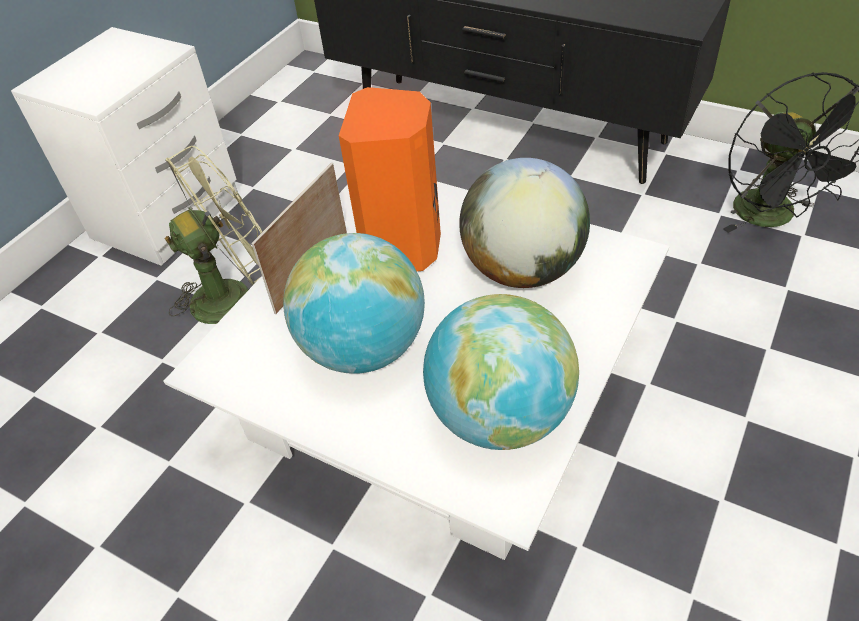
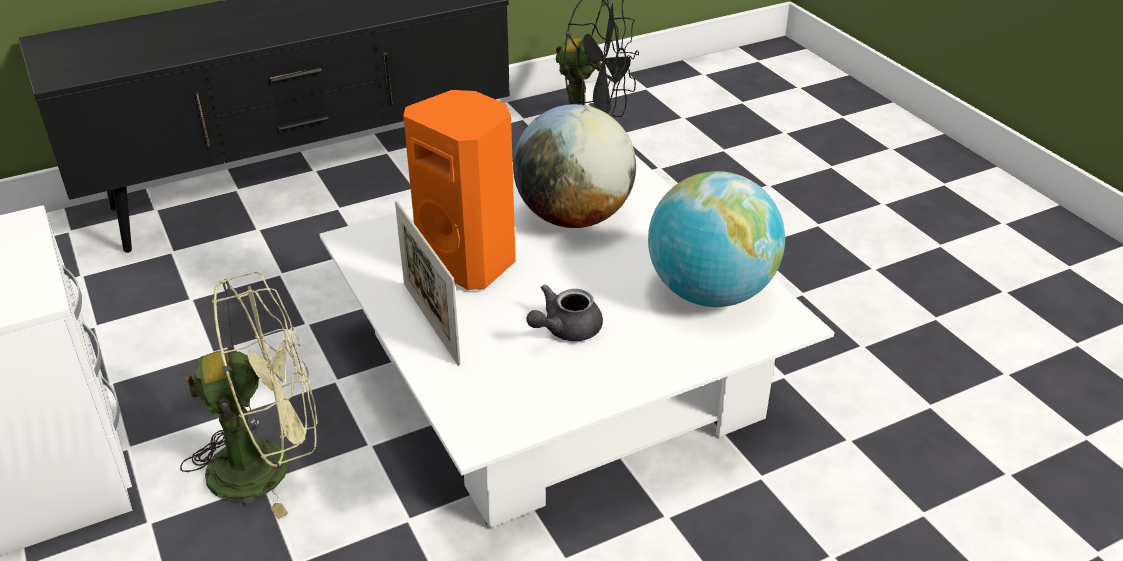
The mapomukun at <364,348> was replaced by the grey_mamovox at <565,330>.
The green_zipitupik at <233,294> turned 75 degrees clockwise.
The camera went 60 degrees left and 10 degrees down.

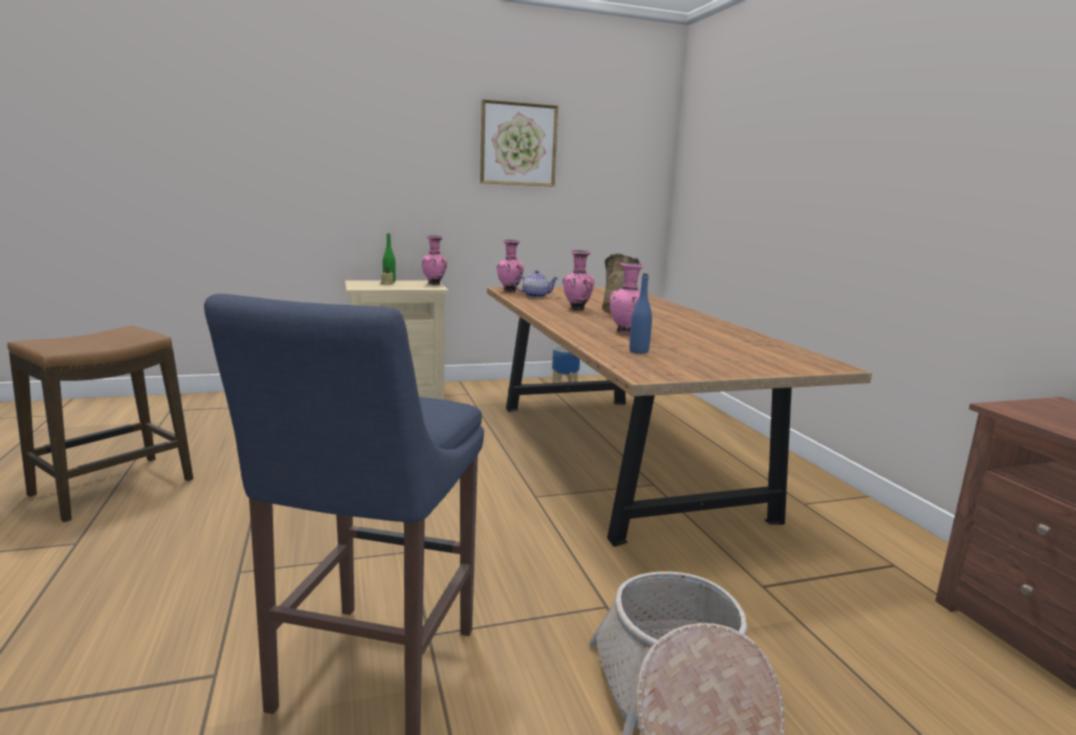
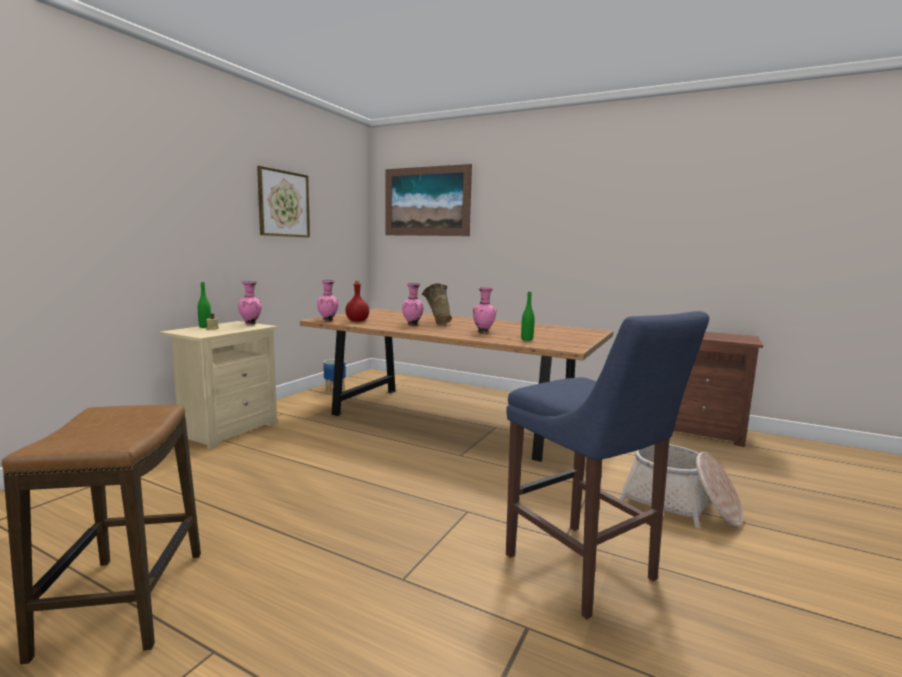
The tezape at <426,201> appeared.
The mamovox at <535,296> was replaced by the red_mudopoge at <357,321>.
The blue_mudopoge at <638,351> became the green_mudopoge at <527,339>.
The camera went 45 degrees left and 5 degrees down.

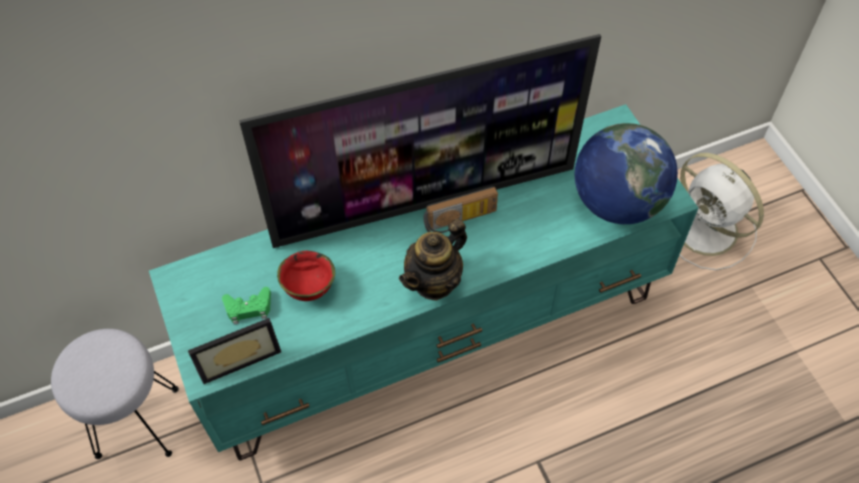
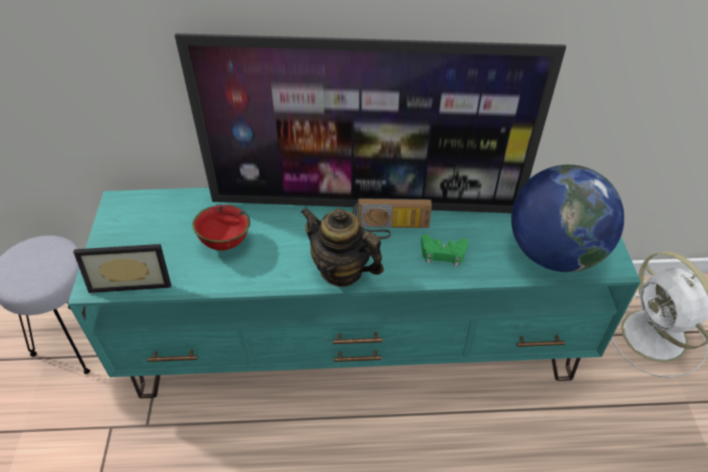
The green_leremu moved from <248,308> to <443,253>.
The mamovox at <434,281> turned 60 degrees clockwise.
The camera went 20 degrees right and 10 degrees down.

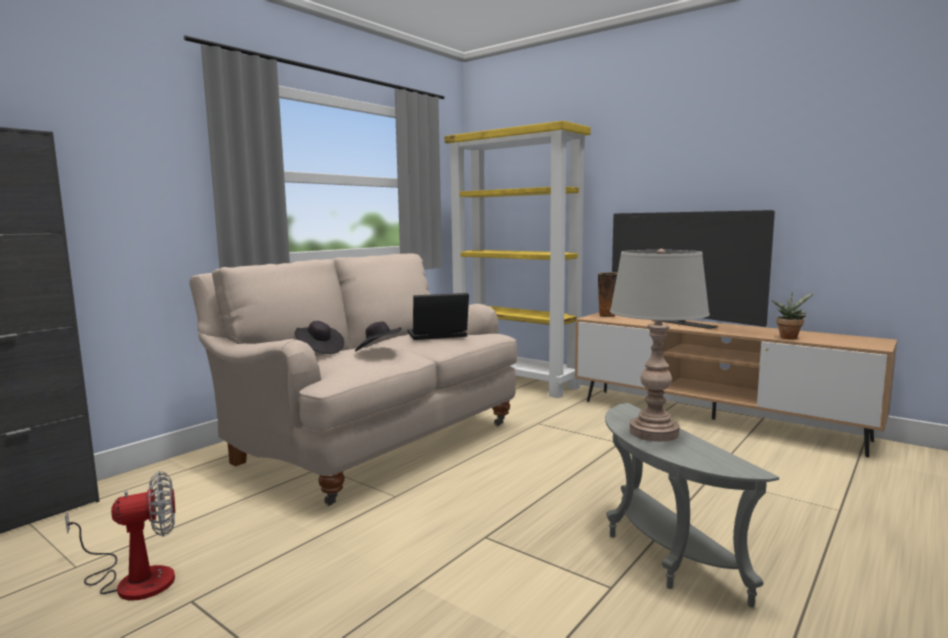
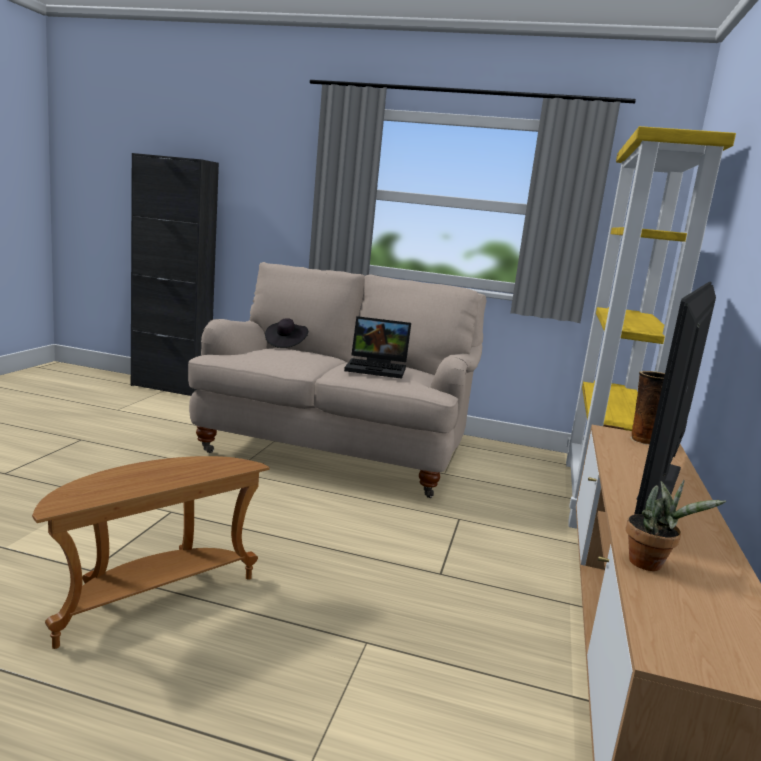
The zipitupik at <134,579> disappeared.
The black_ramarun at <378,351> disappeared.
The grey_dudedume at <653,432> disappeared.
The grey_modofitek at <661,554> became the brown_modofitek at <151,597>.
The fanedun at <436,336> turned 135 degrees clockwise.
The camera went 65 degrees right and 5 degrees up.

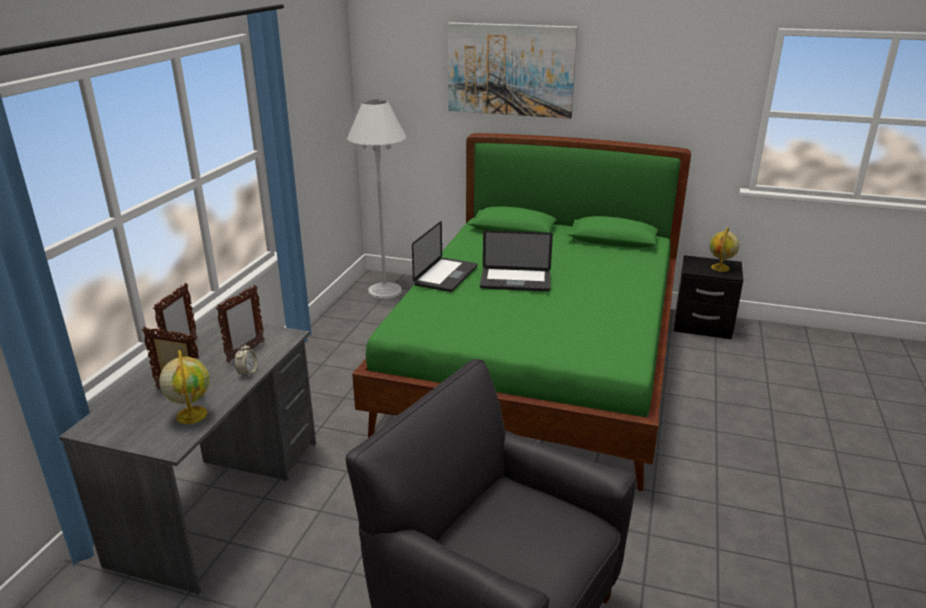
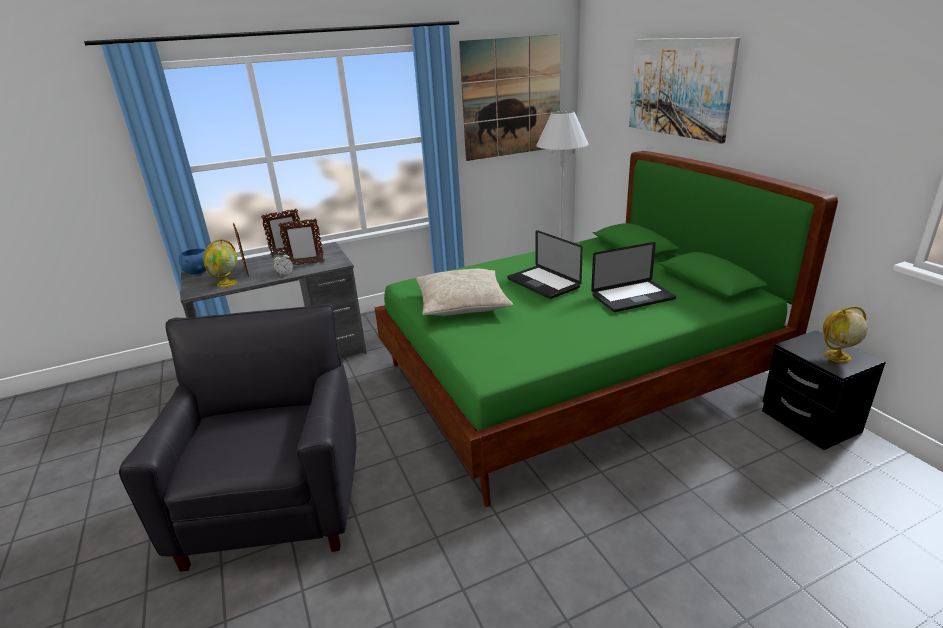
The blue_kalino at <198,272> appeared.
The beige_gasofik at <462,303> appeared.
The tezape at <512,98> appeared.
The fanedun moved from <446,276> to <633,297>.
The camera went 50 degrees right and 0 degrees up.

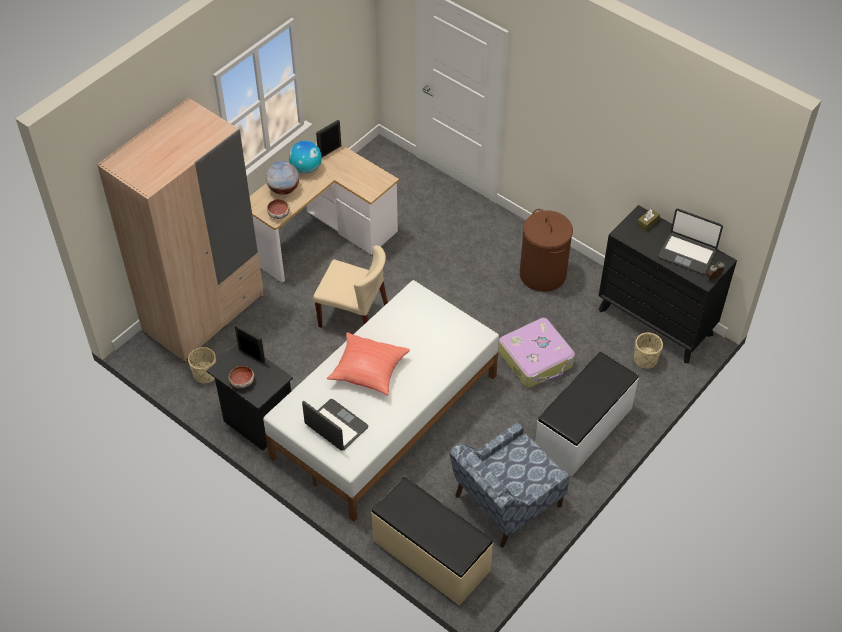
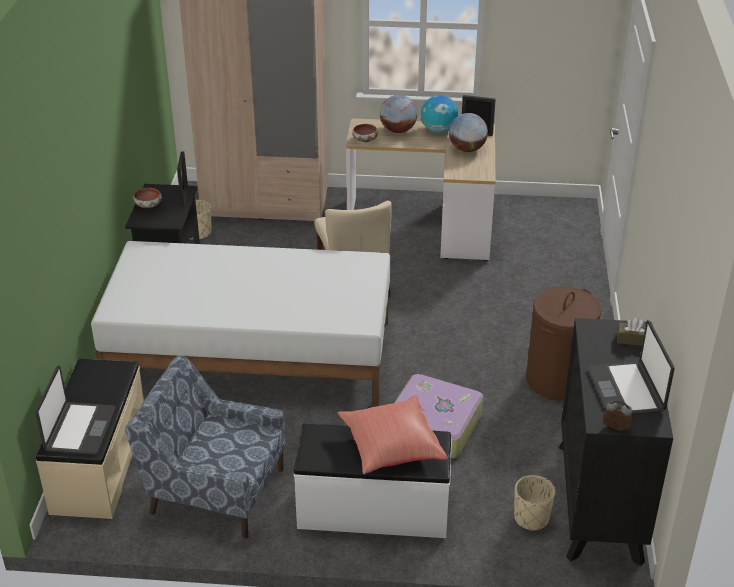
The mapomukun at <467,149> appeared.
The fanedun moved from <336,426> to <79,429>.
The red_gasofik moved from <368,371> to <390,448>.
The camera went 55 degrees right and 15 degrees down.

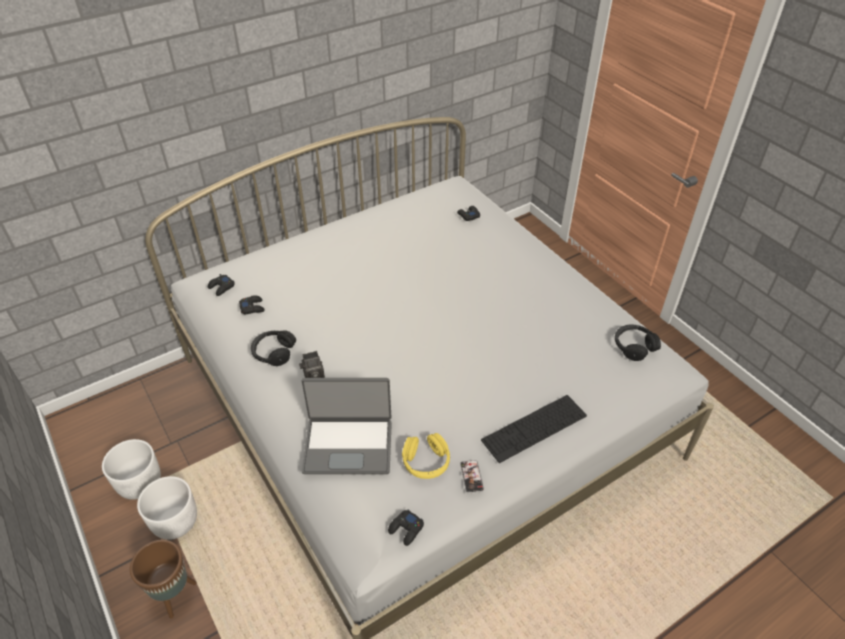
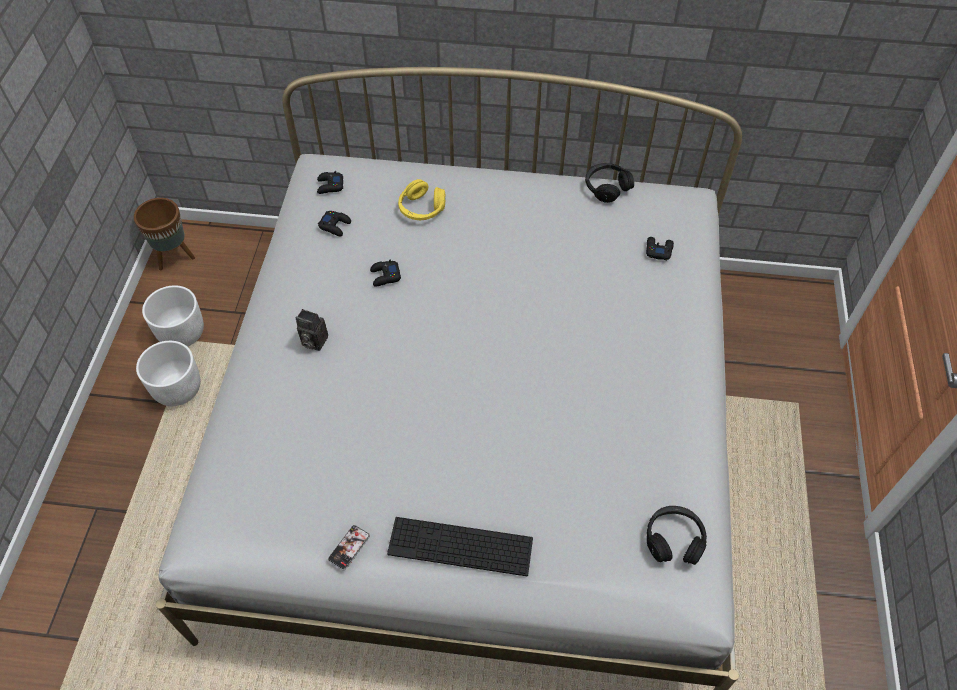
The fanedun at <348,445> disappeared.
The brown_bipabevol moved from <174,595> to <175,257>.
The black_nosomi moved from <273,352> to <607,187>.
The black_leremu moved from <406,529> to <385,276>.
The yellow_nosomi moved from <426,462> to <421,208>.
The camera went 40 degrees right and 10 degrees up.

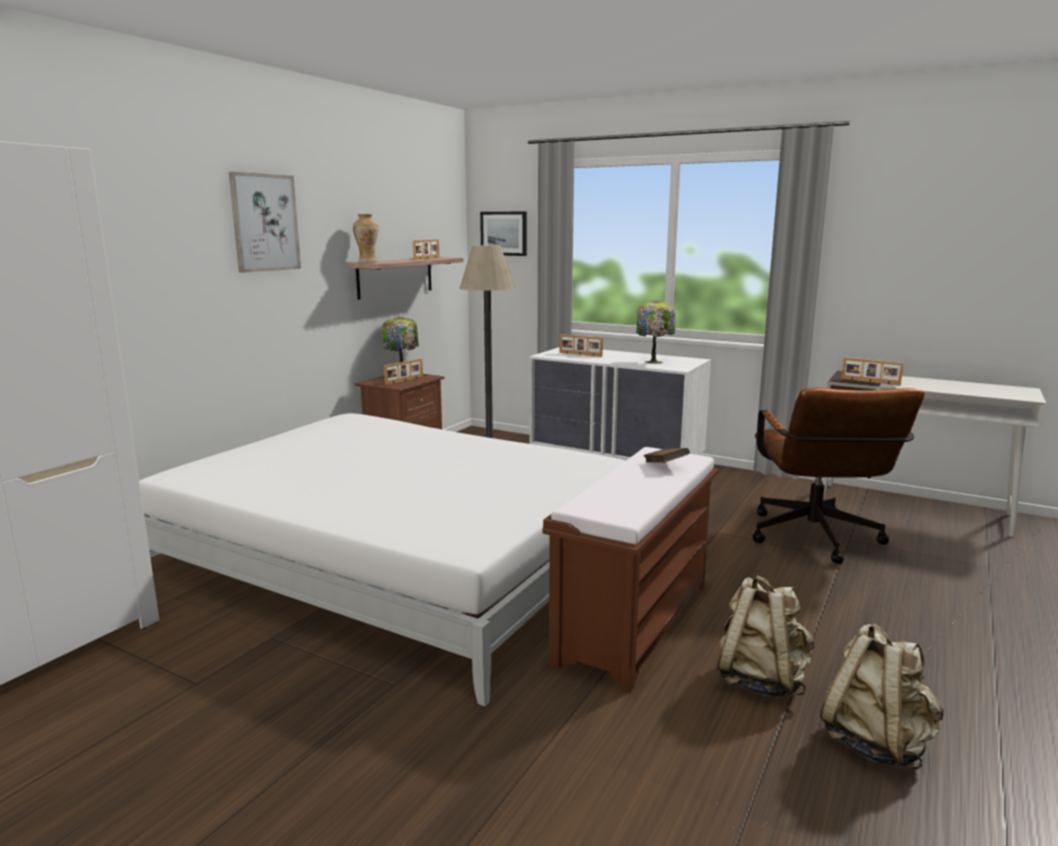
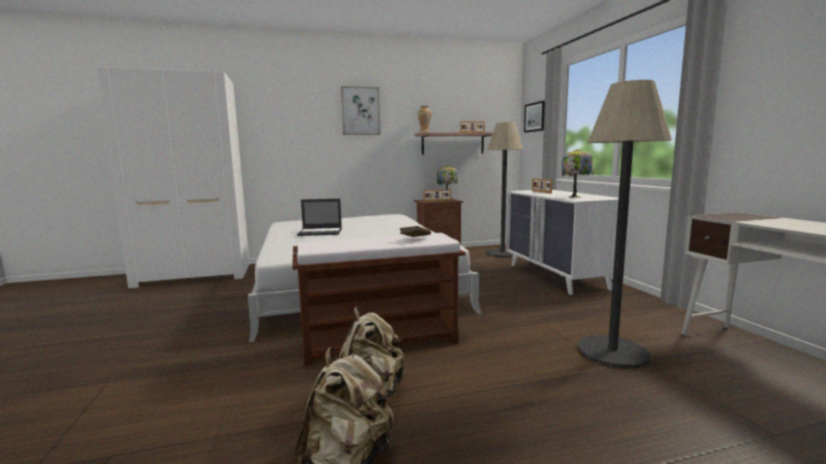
The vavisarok at <870,382> disappeared.
The fanedun at <321,232> appeared.
The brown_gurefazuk at <816,541> was replaced by the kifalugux at <612,352>.
The camera went 45 degrees right and 5 degrees down.

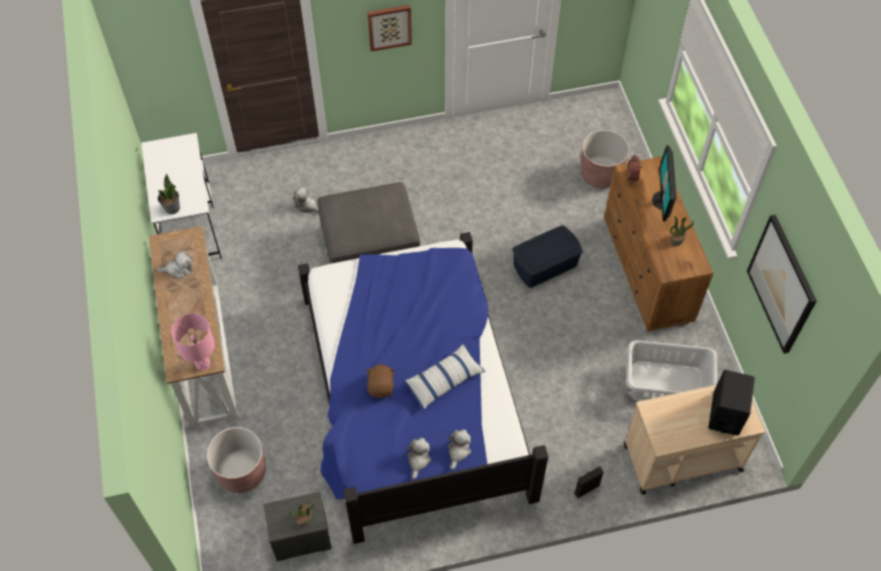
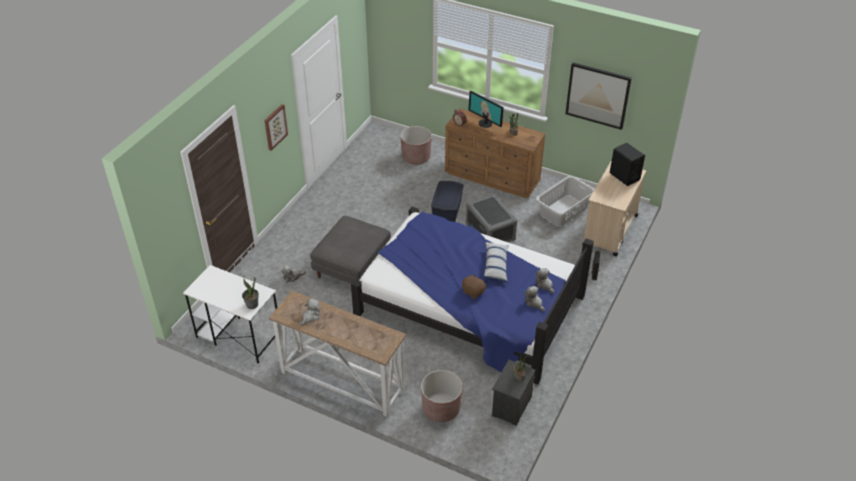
The pink_dudedume at <203,364> disappeared.
The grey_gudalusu at <490,231> appeared.
The camera went 50 degrees left and 15 degrees down.

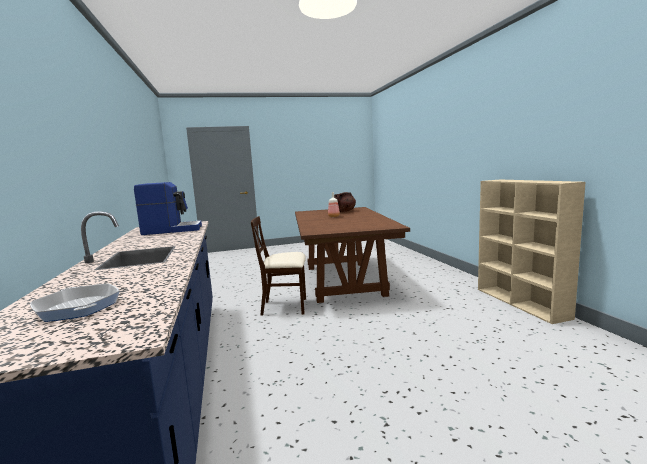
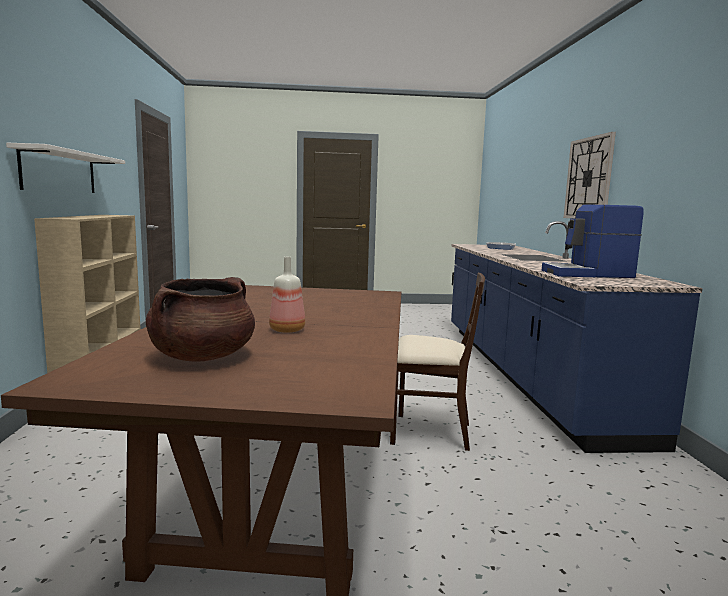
The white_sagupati at <60,172> appeared.
The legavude at <589,178> appeared.
The camera went 170 degrees left and 0 degrees up.

